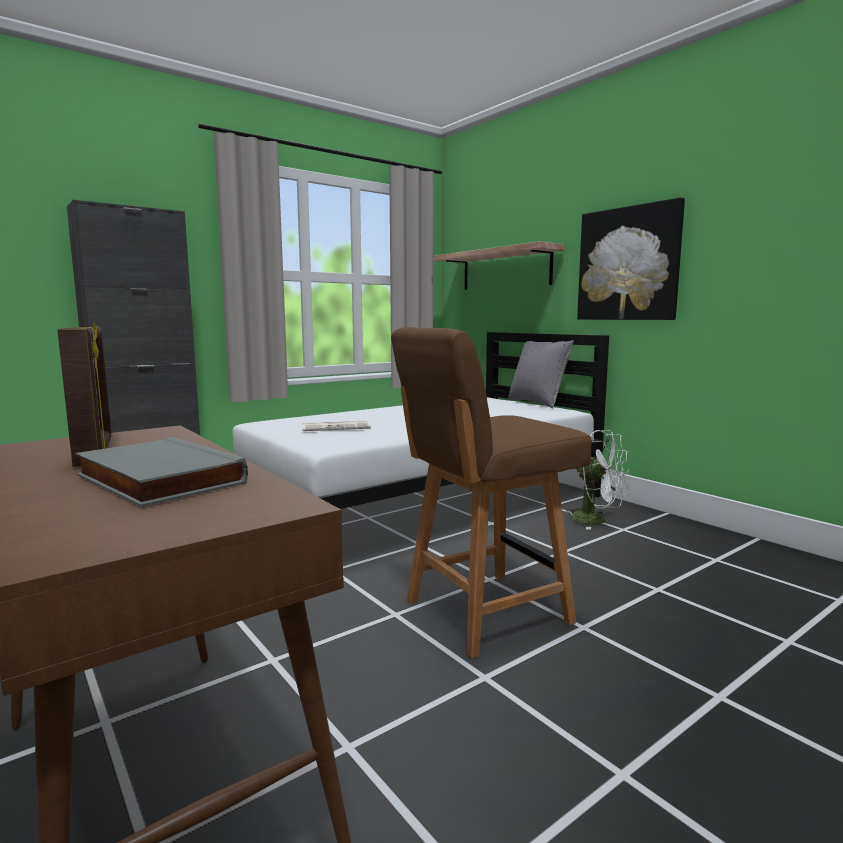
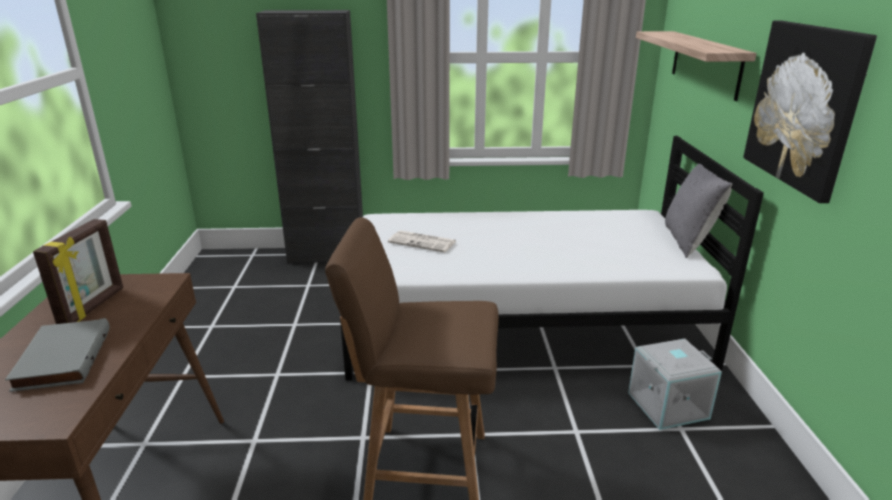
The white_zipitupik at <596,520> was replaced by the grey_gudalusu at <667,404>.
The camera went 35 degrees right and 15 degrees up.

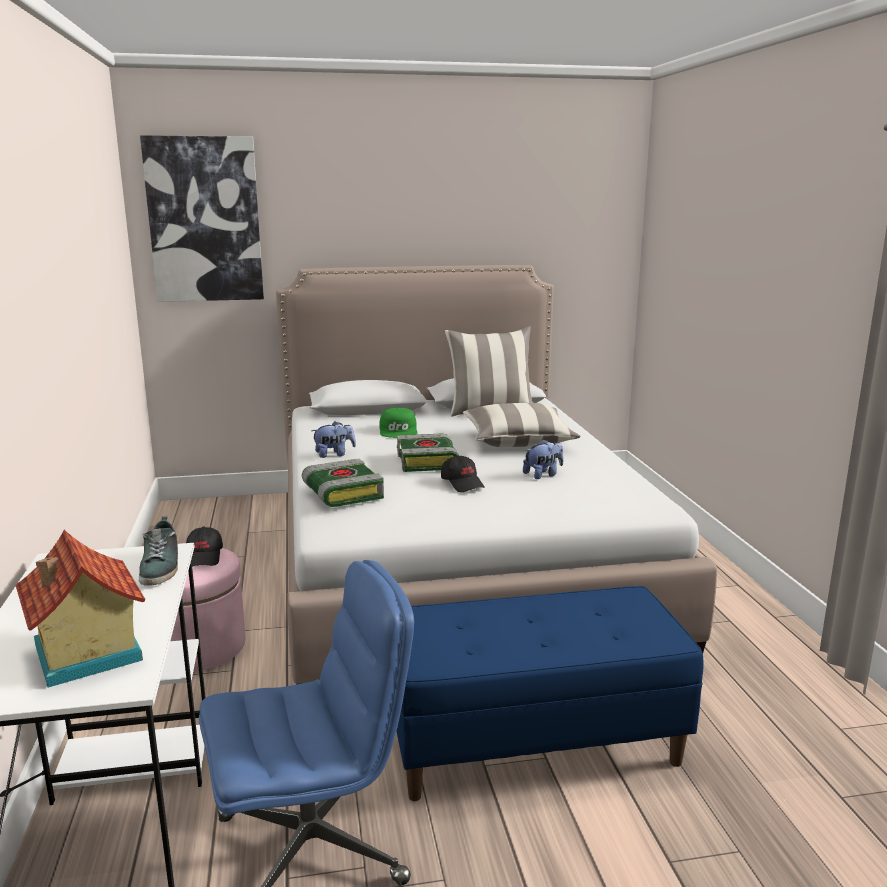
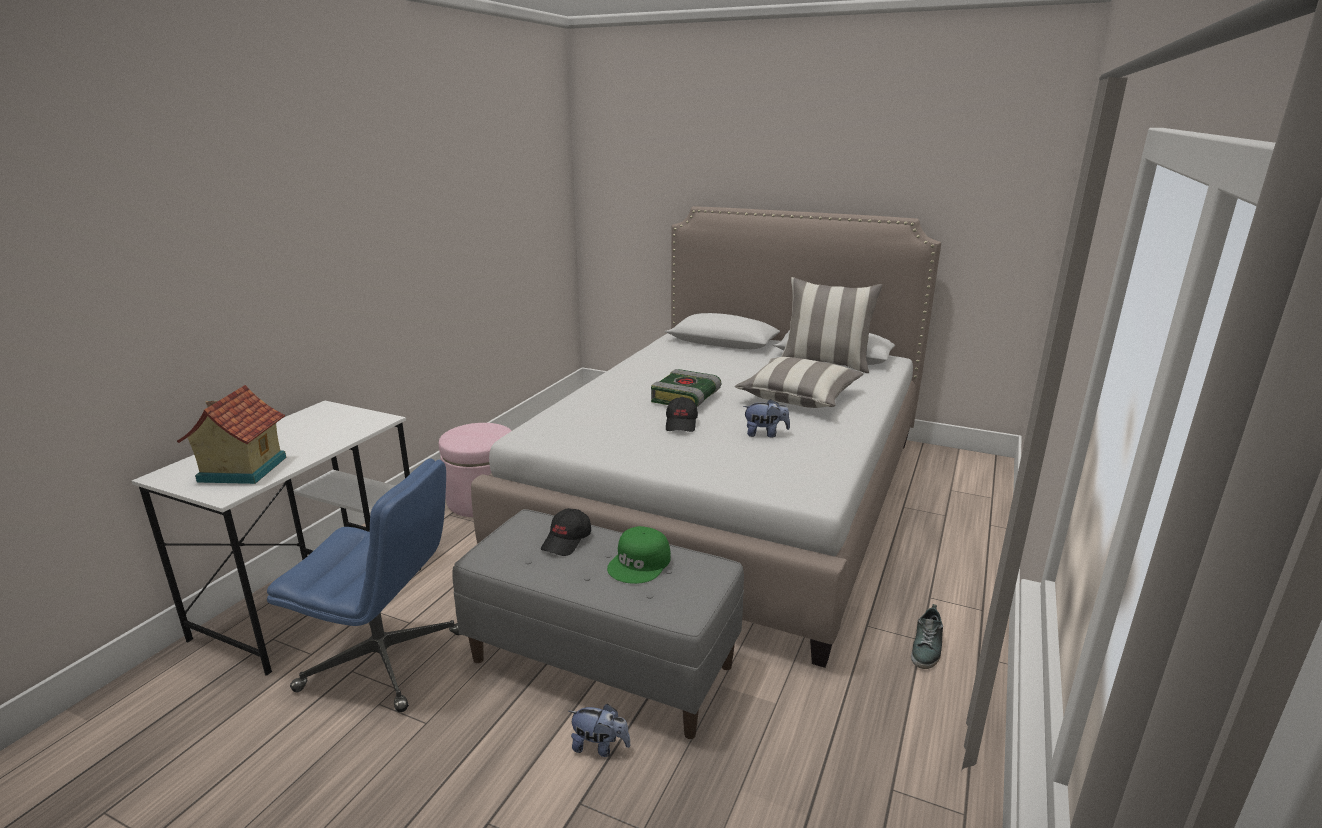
The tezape at <204,220> disappeared.
The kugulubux at <341,493> disappeared.
The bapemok moved from <161,567> to <927,648>.
The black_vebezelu moved from <204,557> to <567,541>.
The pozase moved from <334,454> to <600,747>.
The green_vebezelu moved from <399,431> to <640,563>.
The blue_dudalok at <533,742> became the grey_dudalok at <603,662>.
The camera went 35 degrees right and 5 degrees up.

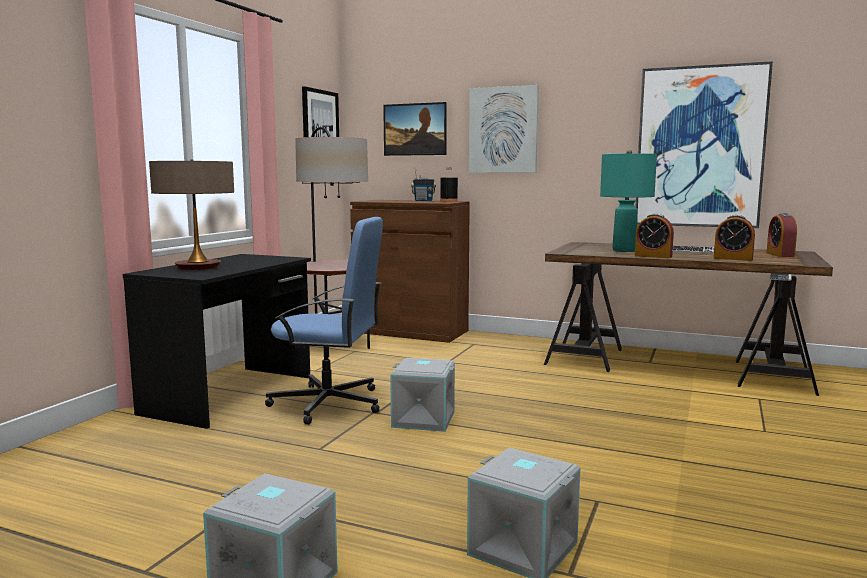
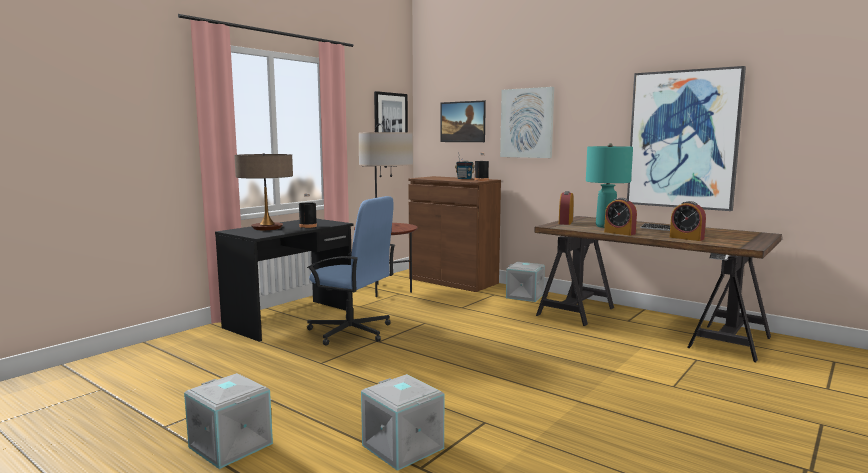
The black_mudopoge at <308,226> appeared.
The grey_gudalusu moved from <422,420> to <524,296>.
The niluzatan moved from <780,255> to <565,222>.
The camera went 15 degrees right and 0 degrees up.

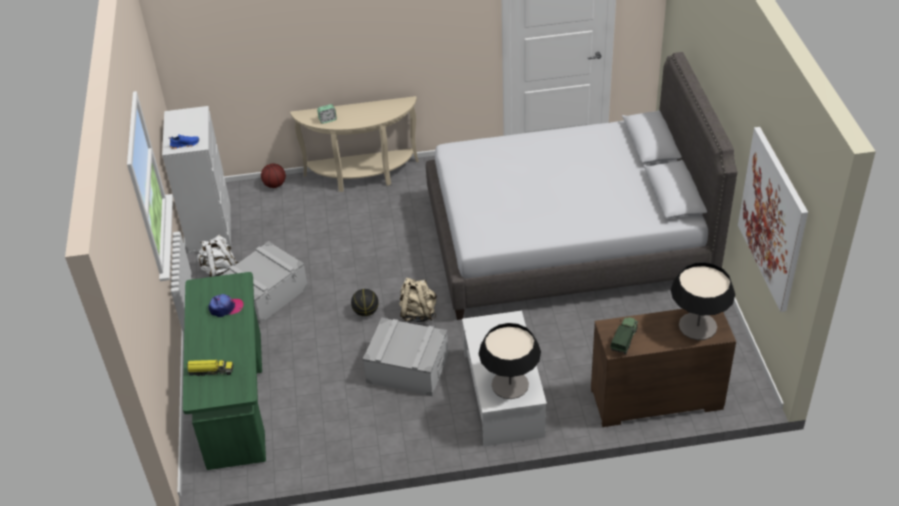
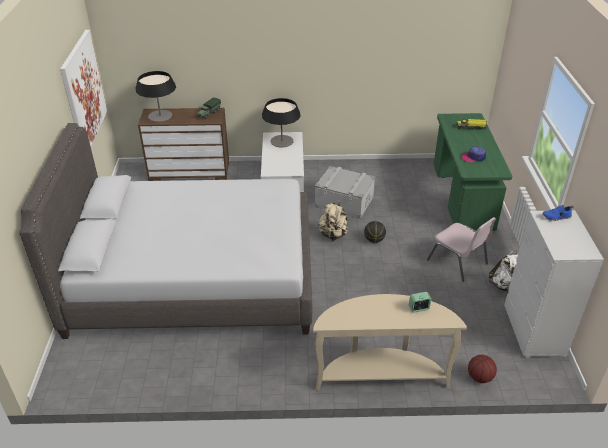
The grey_gudalusu at <267,294> was replaced by the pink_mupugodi at <458,262>.
The camera went 175 degrees left and 5 degrees down.

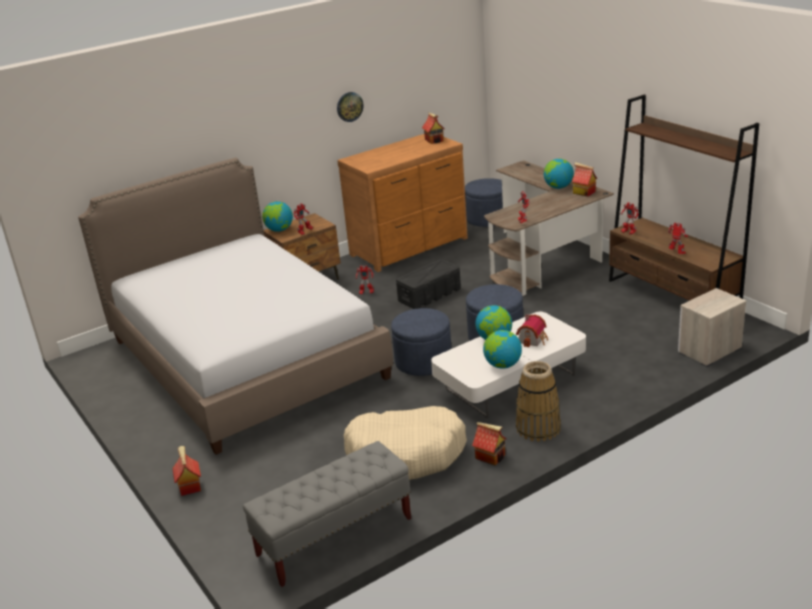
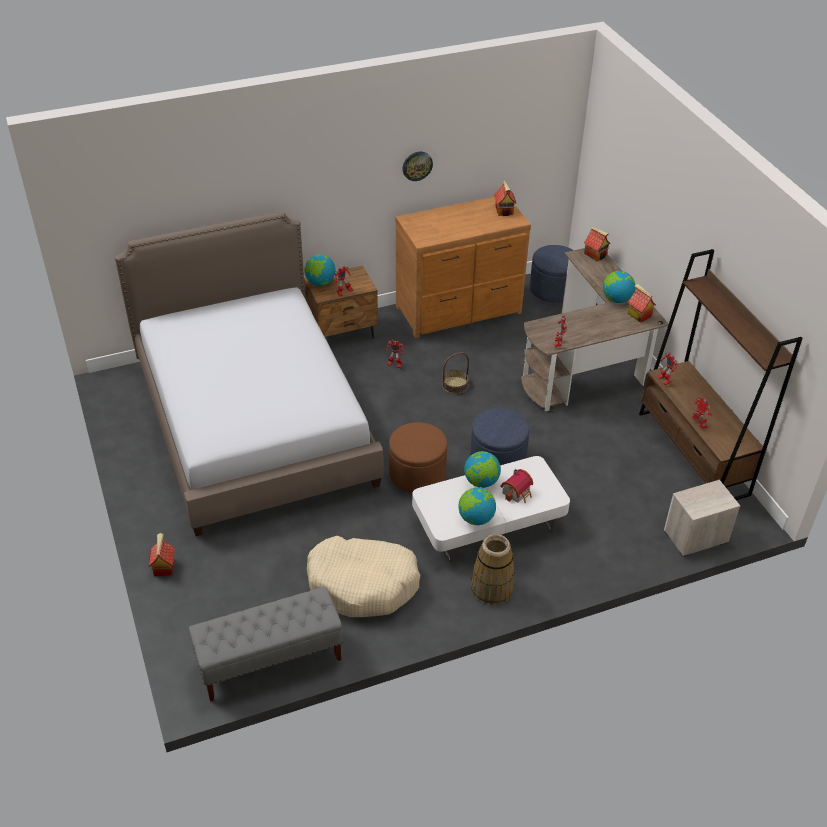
The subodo moved from <491,456> to <596,254>.
The black_gudalusu at <430,295> was replaced by the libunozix at <455,385>.
The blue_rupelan at <423,362> became the brown_rupelan at <417,474>.
The camera went 10 degrees right and 15 degrees up.

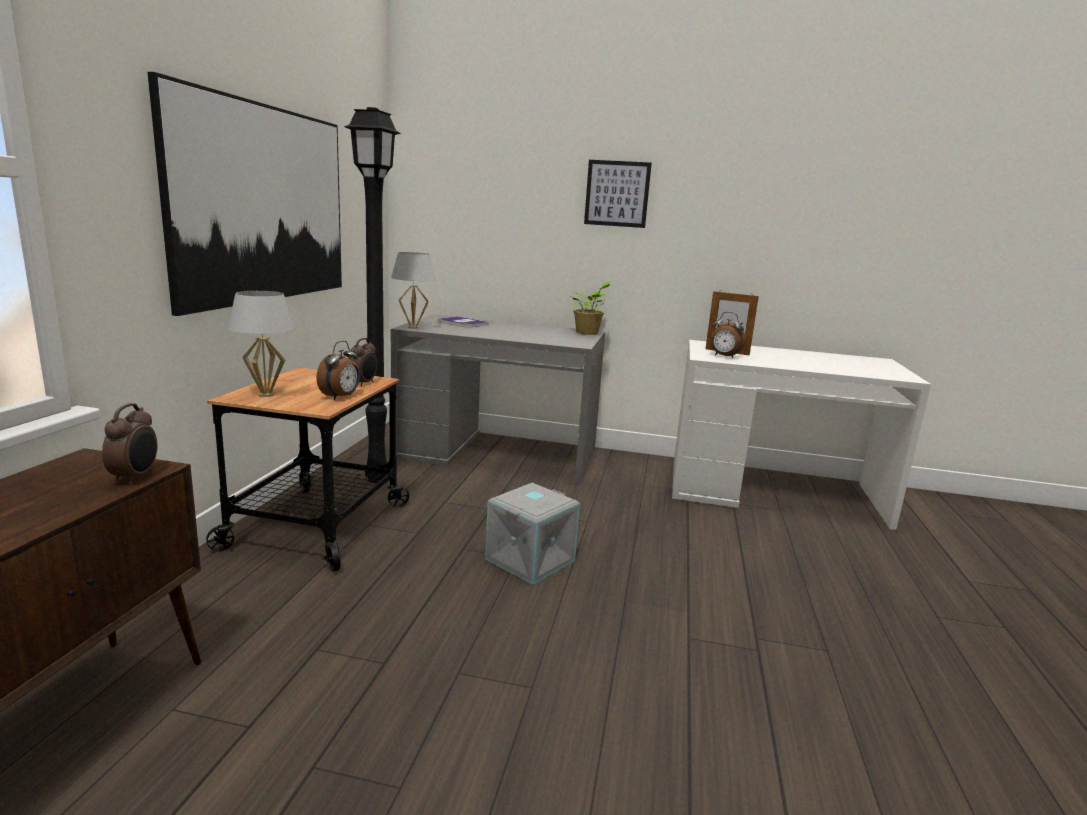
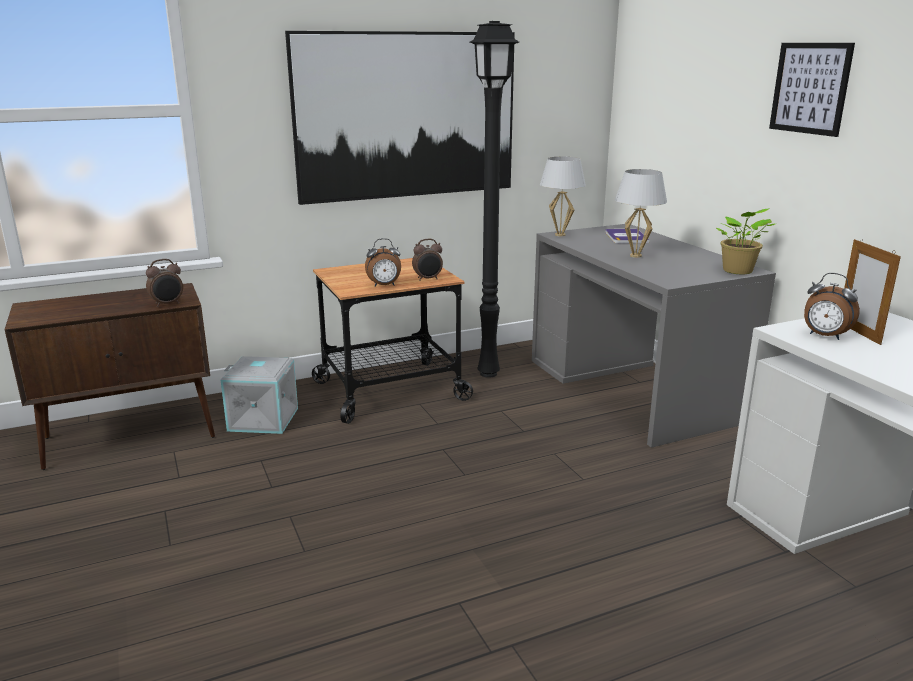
The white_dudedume moved from <266,394> to <636,256>.
The grey_gudalusu moved from <529,559> to <264,419>.
The niluzatan at <724,356> turned 45 degrees counterclockwise.
The camera went 55 degrees right and 5 degrees up.

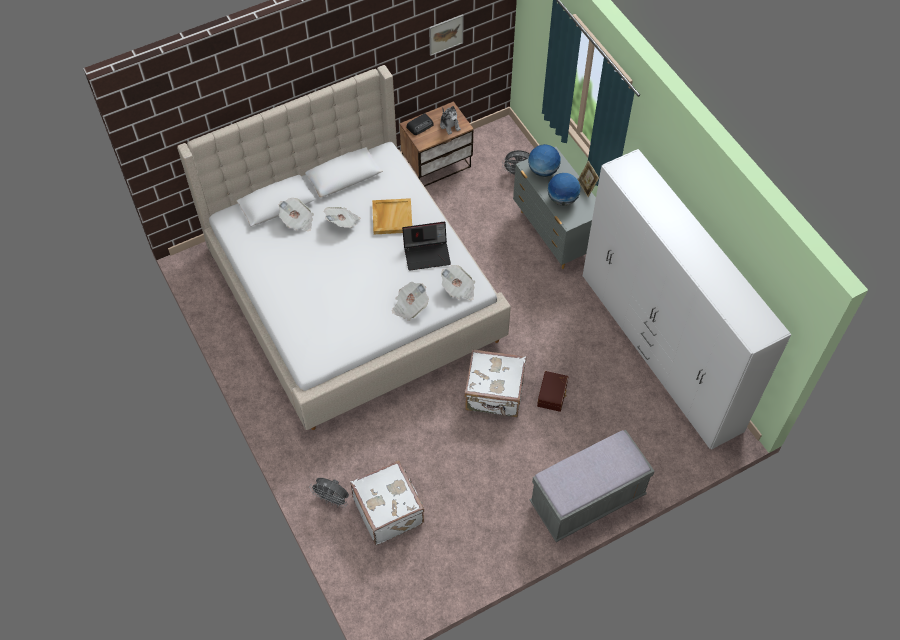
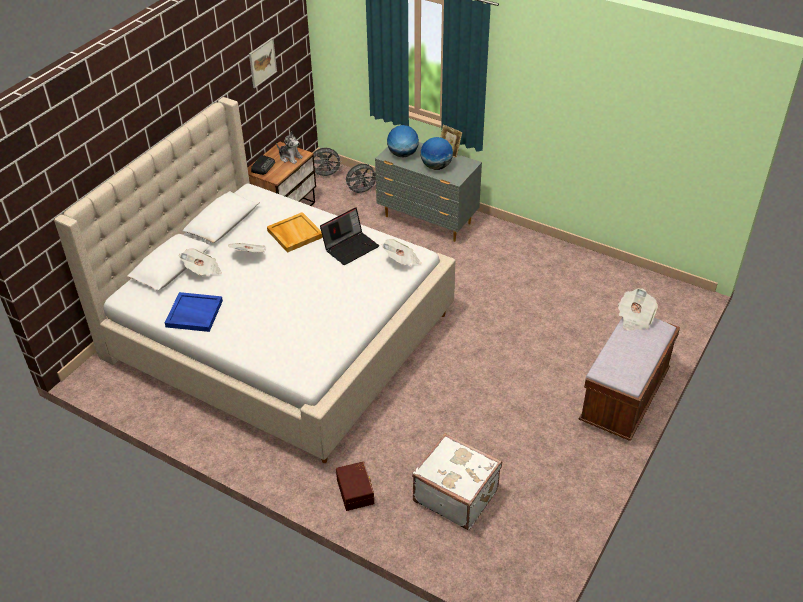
The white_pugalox at <494,394> disappeared.
The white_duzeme at <659,350> disappeared.
The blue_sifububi at <194,314> appeared.
The grey_zipitupik moved from <332,499> to <326,175>.
The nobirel moved from <409,306> to <634,318>.
The brown_gudalusu moved from <553,395> to <356,491>.
The grey_dudalok at <587,500> became the brown_dudalok at <624,398>.
The camera went 30 degrees left and 15 degrees down.

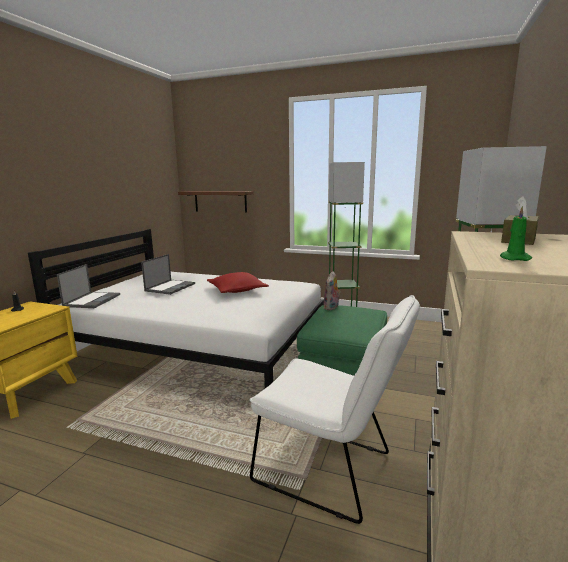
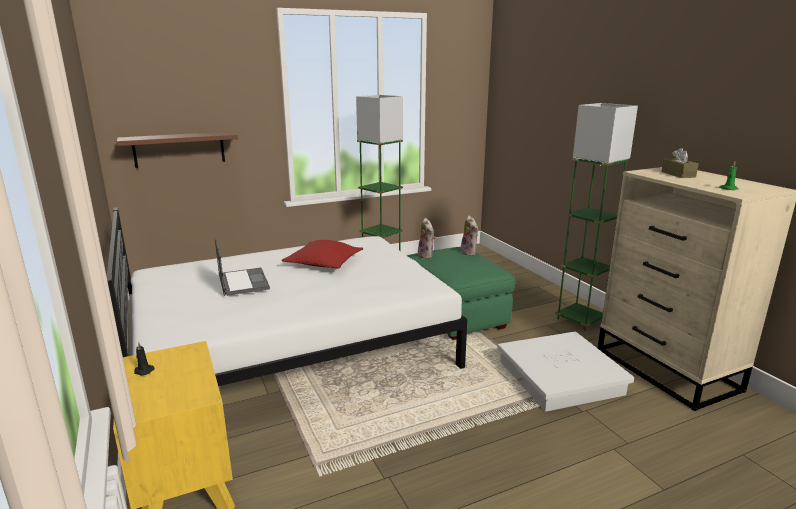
The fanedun at <92,300> disappeared.
The pozase at <470,253> appeared.
The white_mupugodi at <331,471> was replaced by the white_gudalusu at <560,378>.
The camera went 45 degrees left and 5 degrees up.

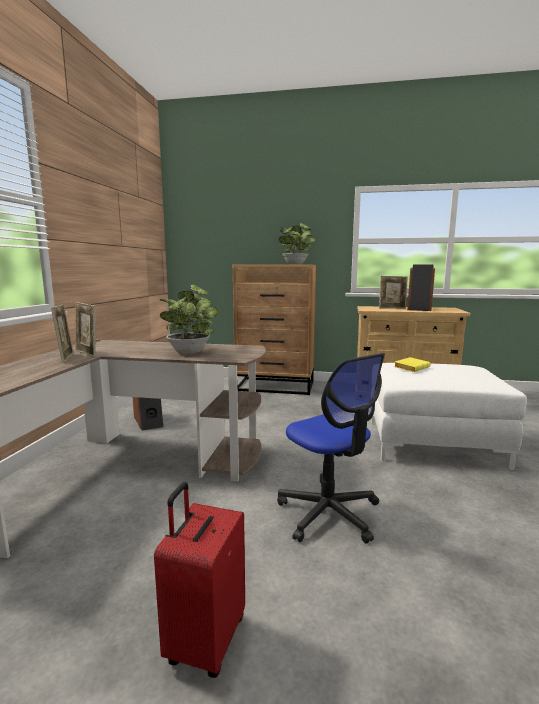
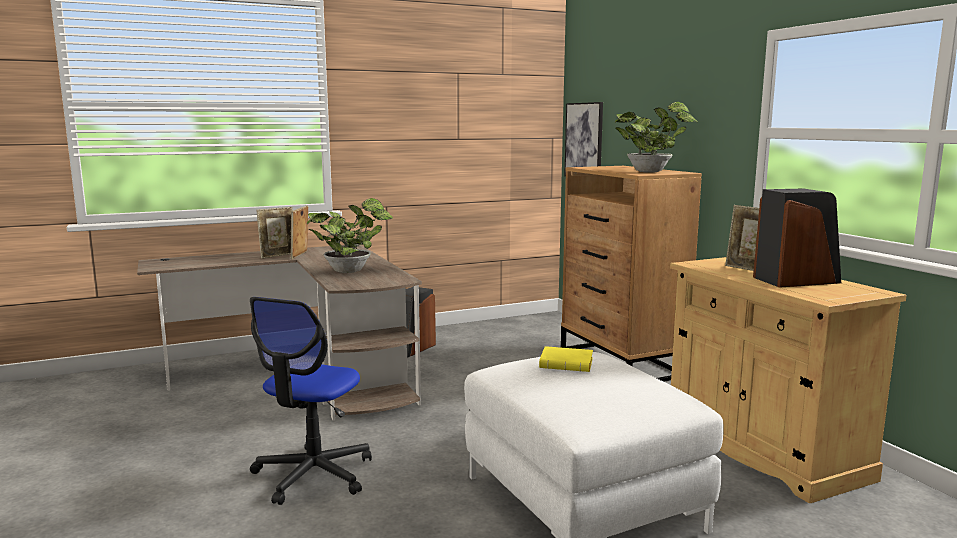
The red_pugalox at <205,640> disappeared.
The tezape at <584,141> appeared.
The camera went 55 degrees right and 0 degrees up.

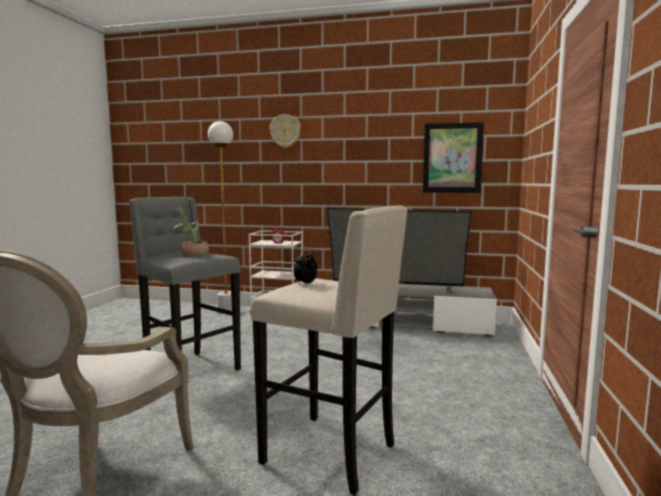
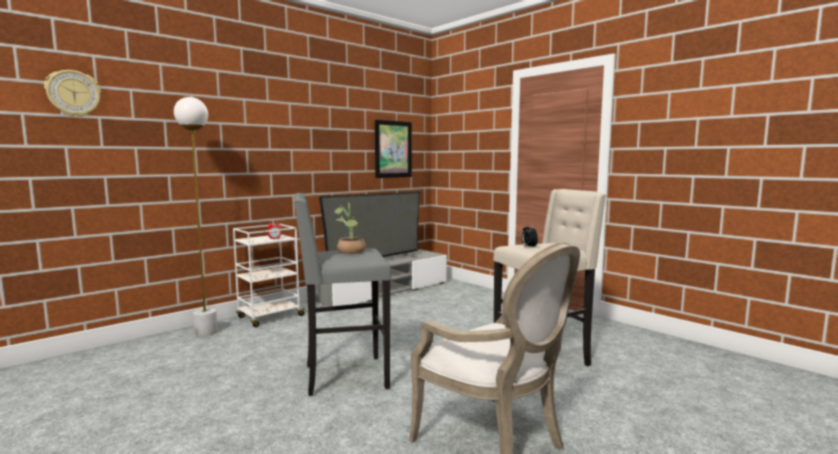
The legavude moved from <285,131> to <73,94>.
The camera went 55 degrees left and 0 degrees up.

